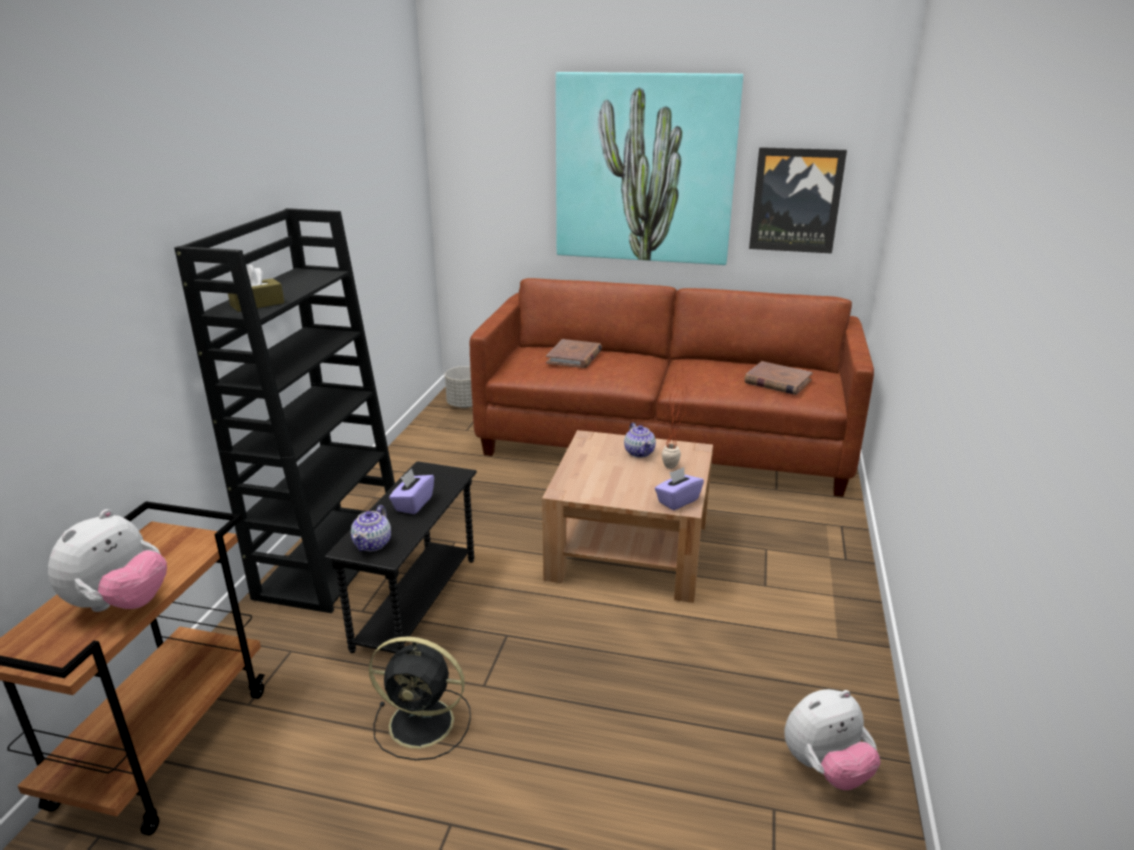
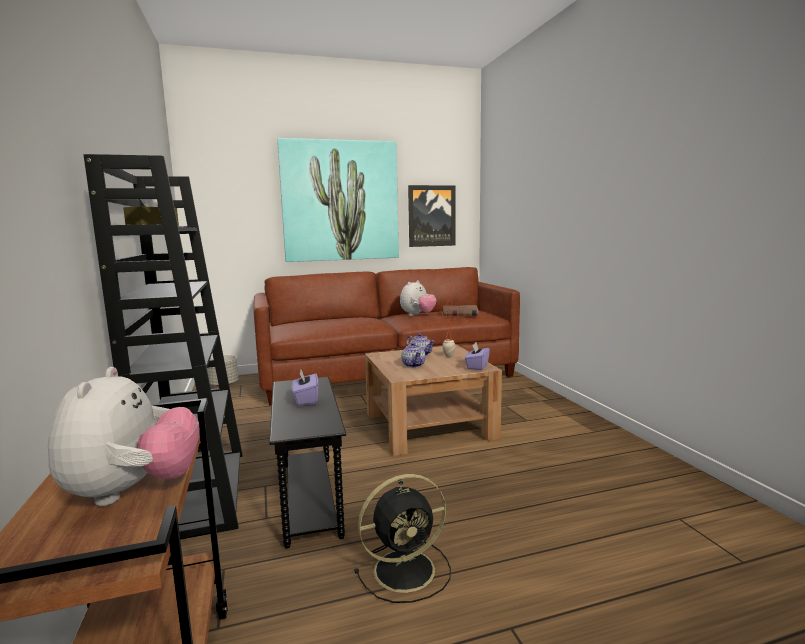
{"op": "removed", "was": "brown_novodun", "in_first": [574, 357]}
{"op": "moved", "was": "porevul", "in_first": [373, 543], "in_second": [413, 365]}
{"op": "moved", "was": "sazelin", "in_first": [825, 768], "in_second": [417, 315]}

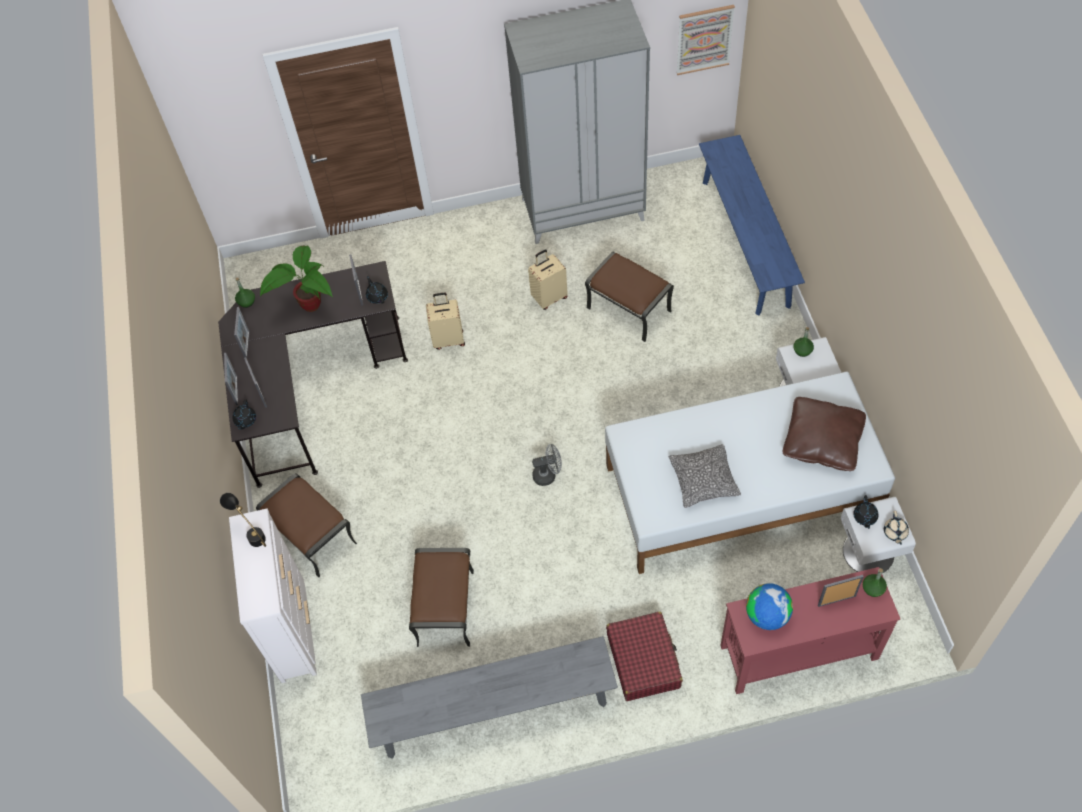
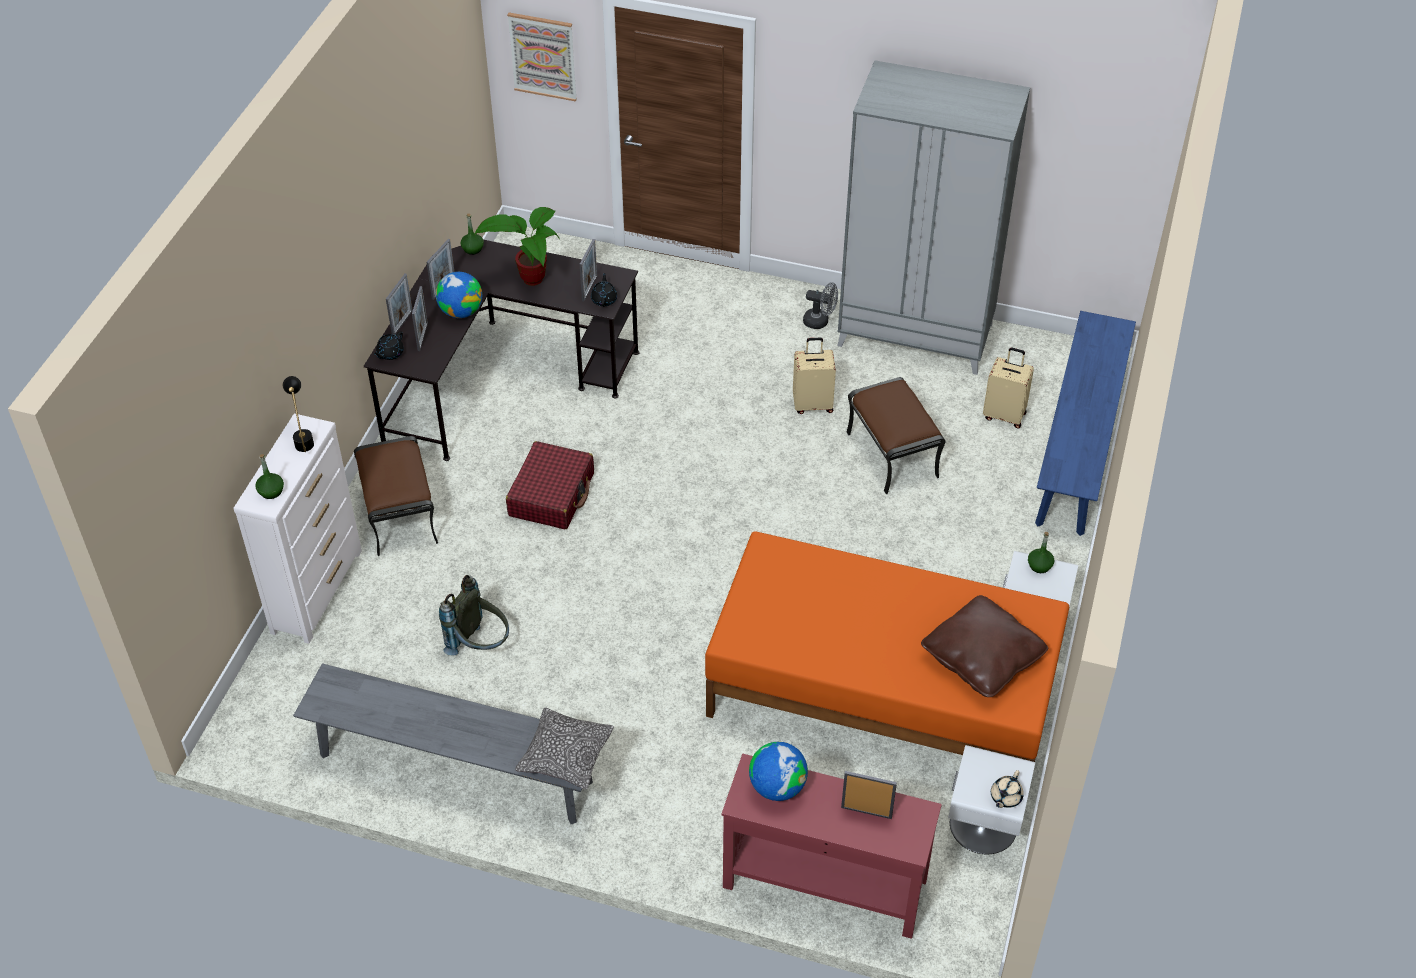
{"op": "moved", "was": "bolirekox", "in_first": [704, 39], "in_second": [543, 56]}
{"op": "moved", "was": "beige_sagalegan", "in_first": [448, 339], "in_second": [1004, 415]}
{"op": "recoloured", "was": "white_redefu", "now": "orange_redefu", "in_first": [742, 491], "in_second": [883, 692]}
{"op": "moved", "was": "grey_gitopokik", "in_first": [548, 475], "in_second": [820, 321]}
{"op": "moved", "was": "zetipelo", "in_first": [703, 480], "in_second": [565, 755]}
{"op": "removed", "was": "black_porevul", "in_first": [864, 517]}
{"op": "replaced", "was": "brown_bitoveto", "now": "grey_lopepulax", "in_first": [444, 607], "in_second": [480, 645]}
{"op": "moved", "was": "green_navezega", "in_first": [873, 589], "in_second": [271, 491]}
{"op": "moved", "was": "red_sagalegan", "in_first": [643, 660], "in_second": [552, 495]}
{"op": "added", "now": "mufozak", "in_second": [461, 312]}

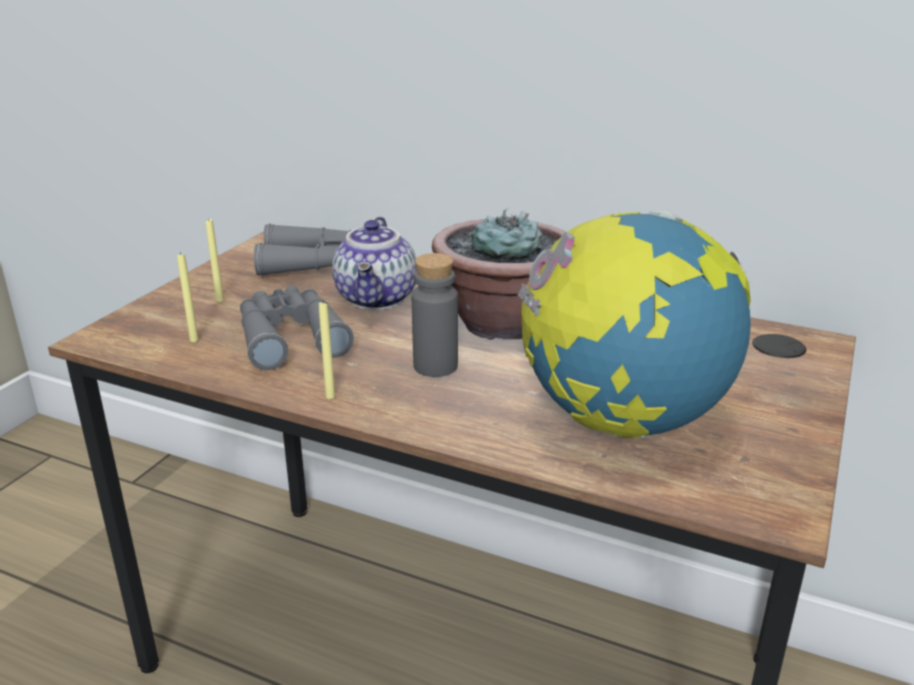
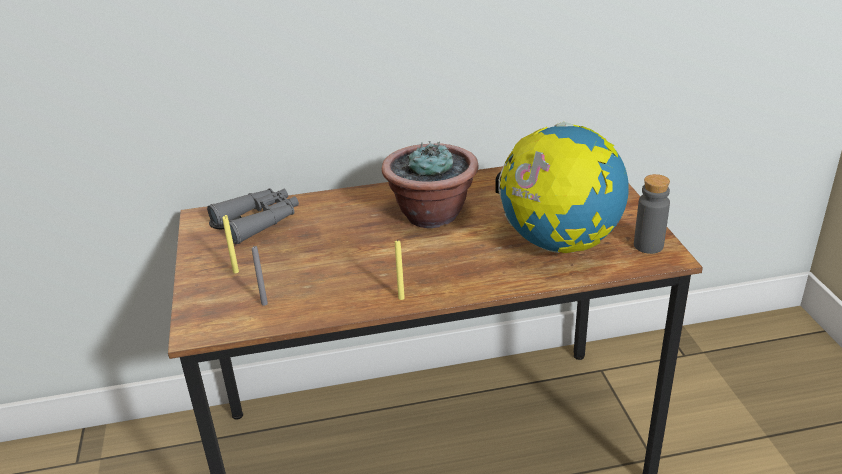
{"op": "removed", "was": "porevul", "in_first": [378, 299]}
{"op": "recoloured", "was": "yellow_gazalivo", "now": "grey_gazalivo", "in_first": [194, 340], "in_second": [264, 303]}
{"op": "moved", "was": "grey_navezega", "in_first": [435, 366], "in_second": [648, 245]}
{"op": "removed", "was": "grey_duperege", "in_first": [290, 337]}

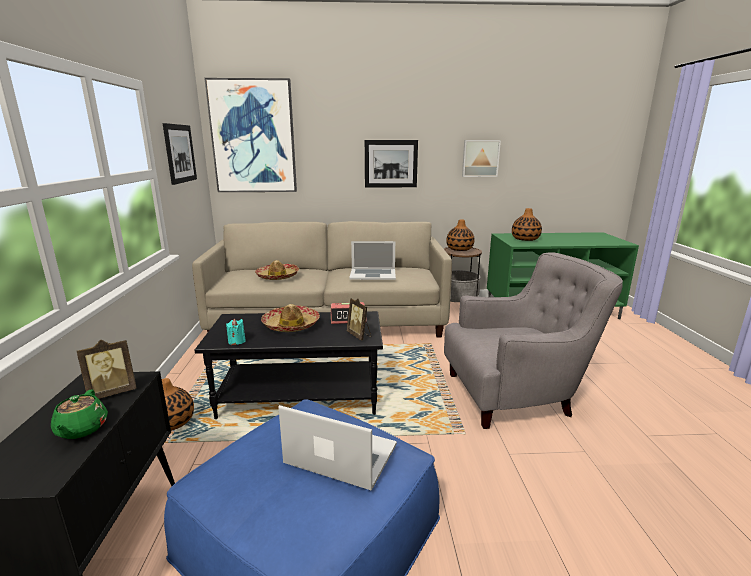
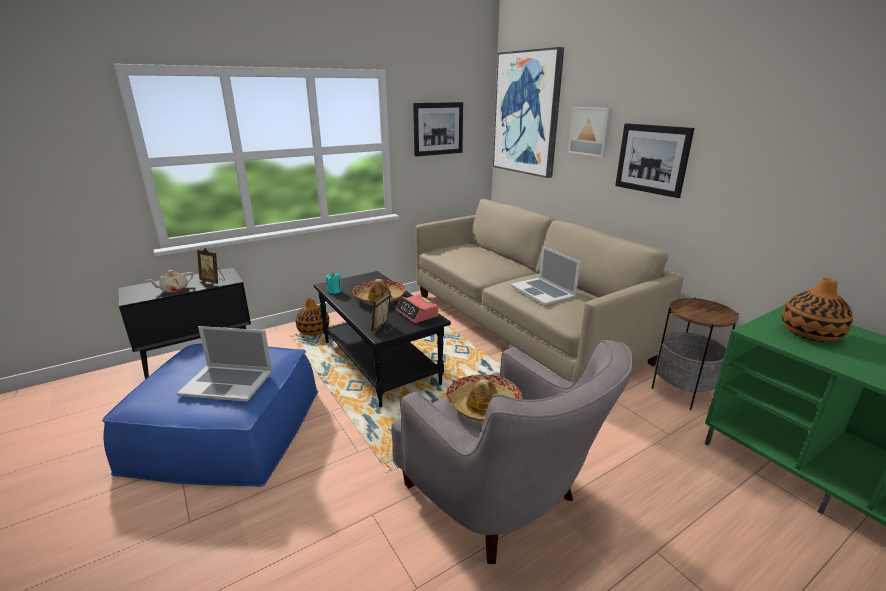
{"op": "moved", "was": "bolirekox", "in_first": [480, 158], "in_second": [591, 131]}
{"op": "removed", "was": "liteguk", "in_first": [459, 249]}
{"op": "moved", "was": "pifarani", "in_first": [277, 276], "in_second": [483, 405]}
{"op": "recoloured", "was": "green_porevul", "now": "beige_porevul", "in_first": [81, 429], "in_second": [174, 289]}
{"op": "turned", "was": "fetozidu", "in_first": [340, 454], "in_second": [227, 382], "clockwise": 105}

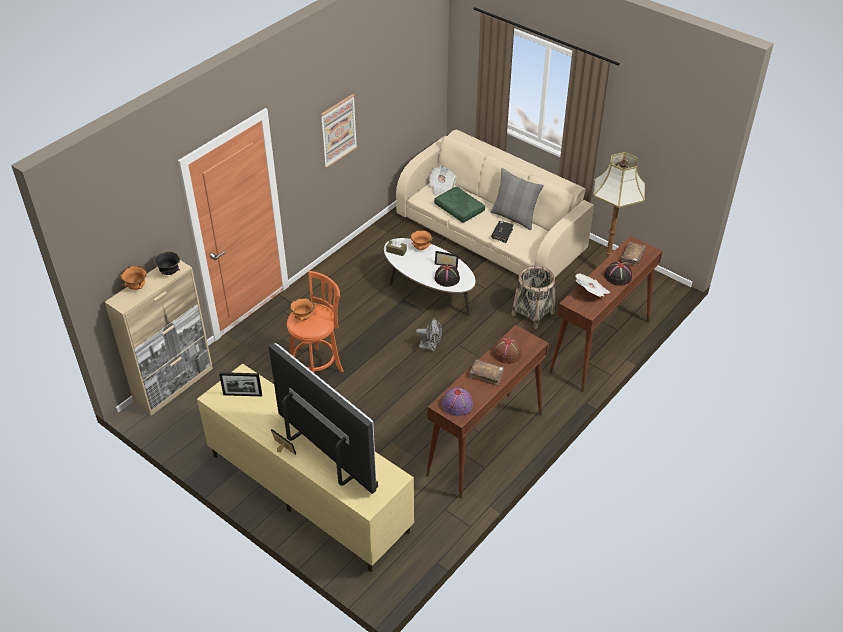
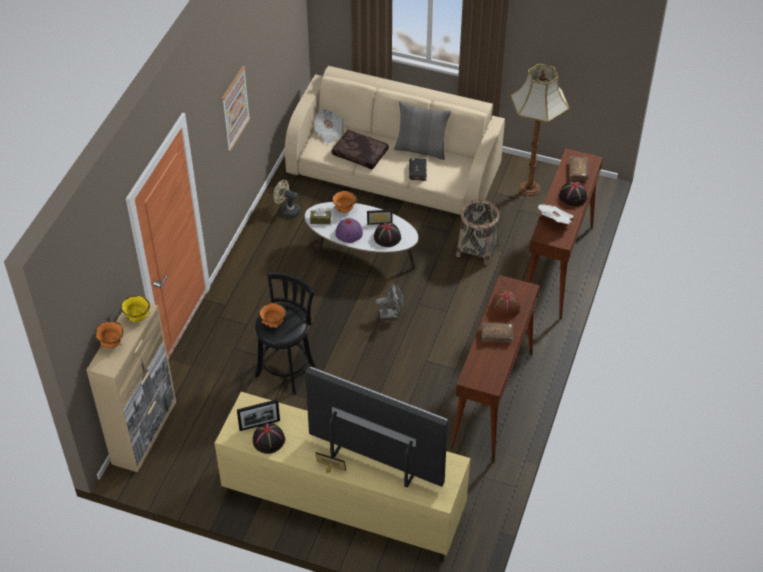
{"op": "recoloured", "was": "green_zetipelo", "now": "brown_zetipelo", "in_first": [458, 209], "in_second": [359, 154]}
{"op": "recoloured", "was": "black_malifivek", "now": "yellow_malifivek", "in_first": [169, 272], "in_second": [137, 318]}
{"op": "recoloured", "was": "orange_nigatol", "now": "black_nigatol", "in_first": [318, 367], "in_second": [287, 368]}
{"op": "moved", "was": "purple_pifarani", "in_first": [457, 404], "in_second": [349, 233]}
{"op": "added", "now": "beige_gitopokik", "in_second": [287, 210]}
{"op": "added", "now": "black_pifarani", "in_second": [269, 440]}

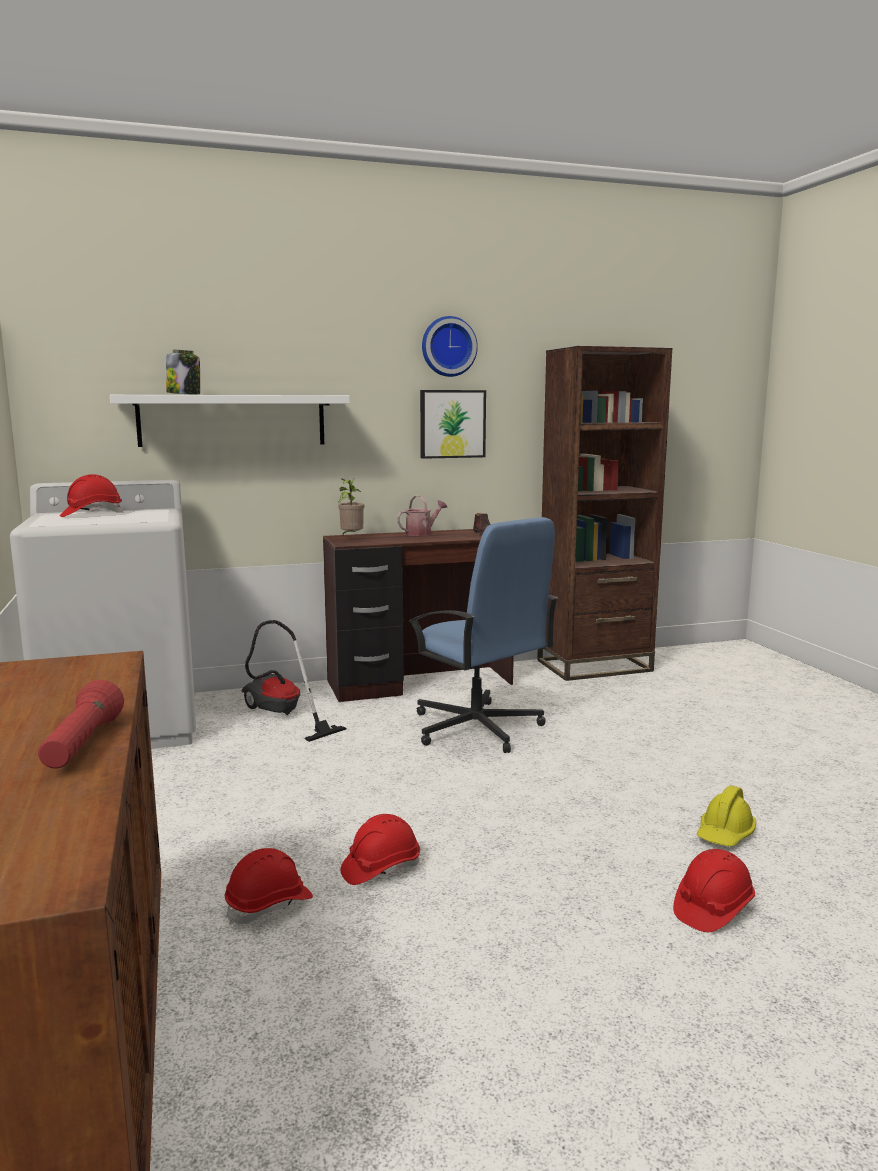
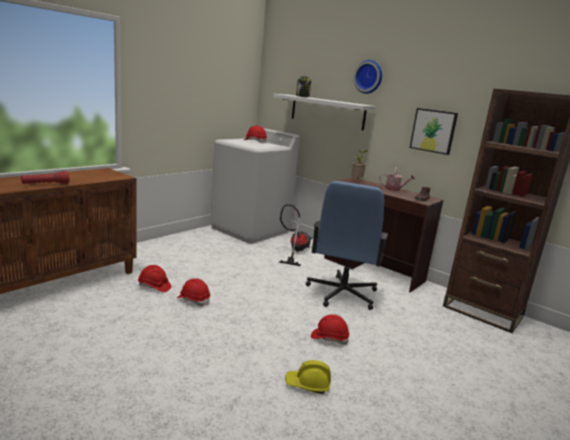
{"op": "moved", "was": "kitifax", "in_first": [448, 347], "in_second": [369, 77]}
{"op": "moved", "was": "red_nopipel", "in_first": [712, 908], "in_second": [329, 338]}

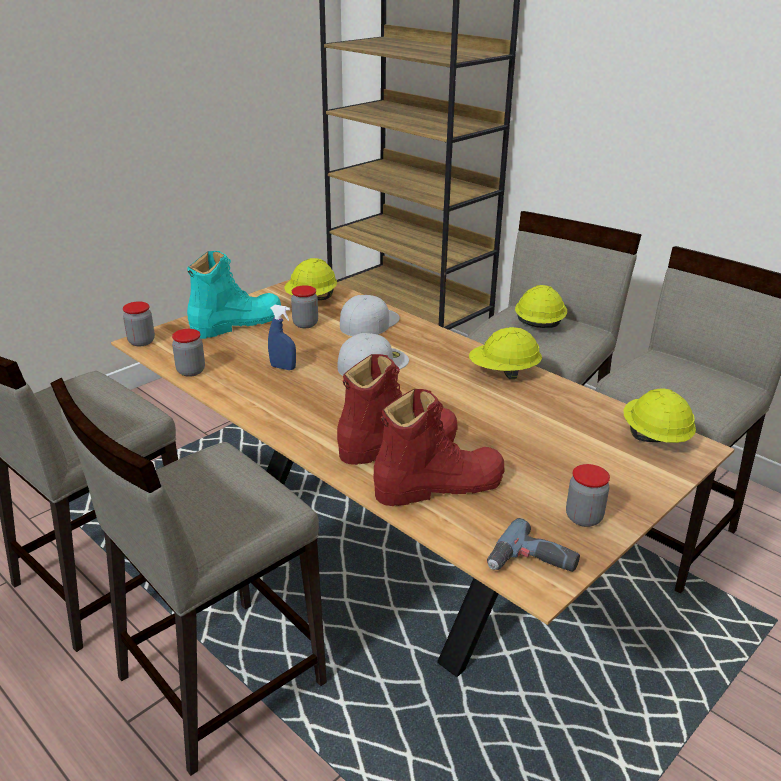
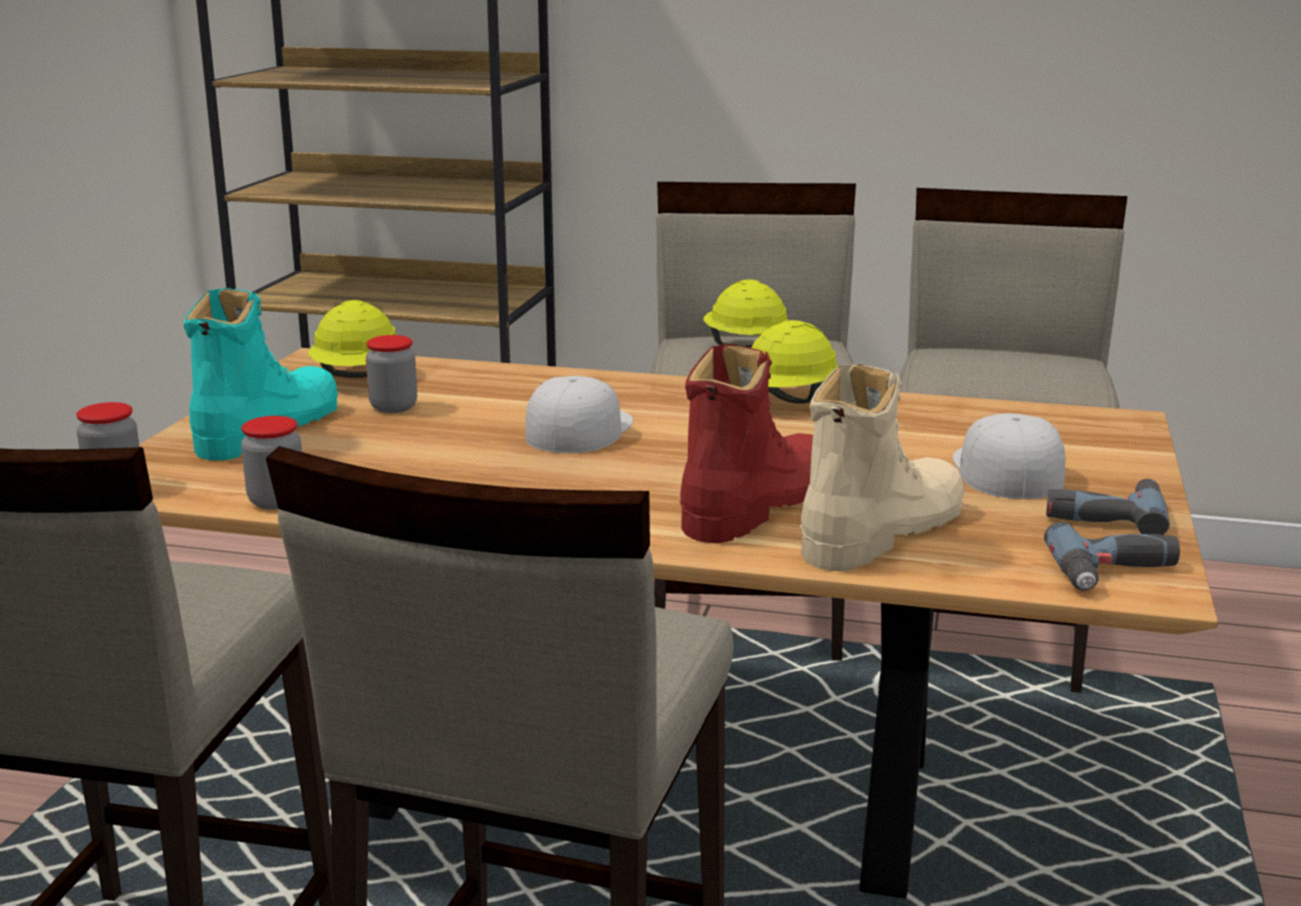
{"op": "moved", "was": "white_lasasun", "in_first": [369, 322], "in_second": [1005, 470]}
{"op": "removed", "was": "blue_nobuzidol", "in_first": [283, 367]}
{"op": "recoloured", "was": "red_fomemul", "now": "beige_fomemul", "in_first": [439, 485], "in_second": [881, 532]}
{"op": "removed", "was": "yellow_nopipel", "in_first": [654, 437]}
{"op": "replaced", "was": "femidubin", "now": "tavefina", "in_first": [583, 517], "in_second": [1104, 515]}

